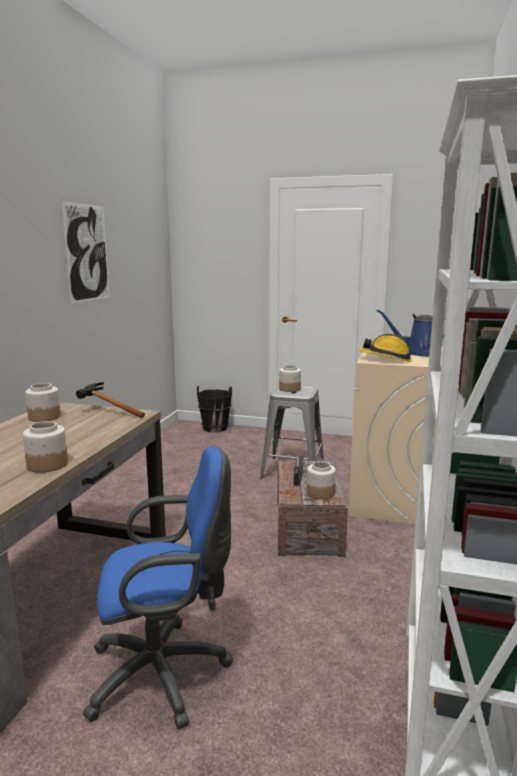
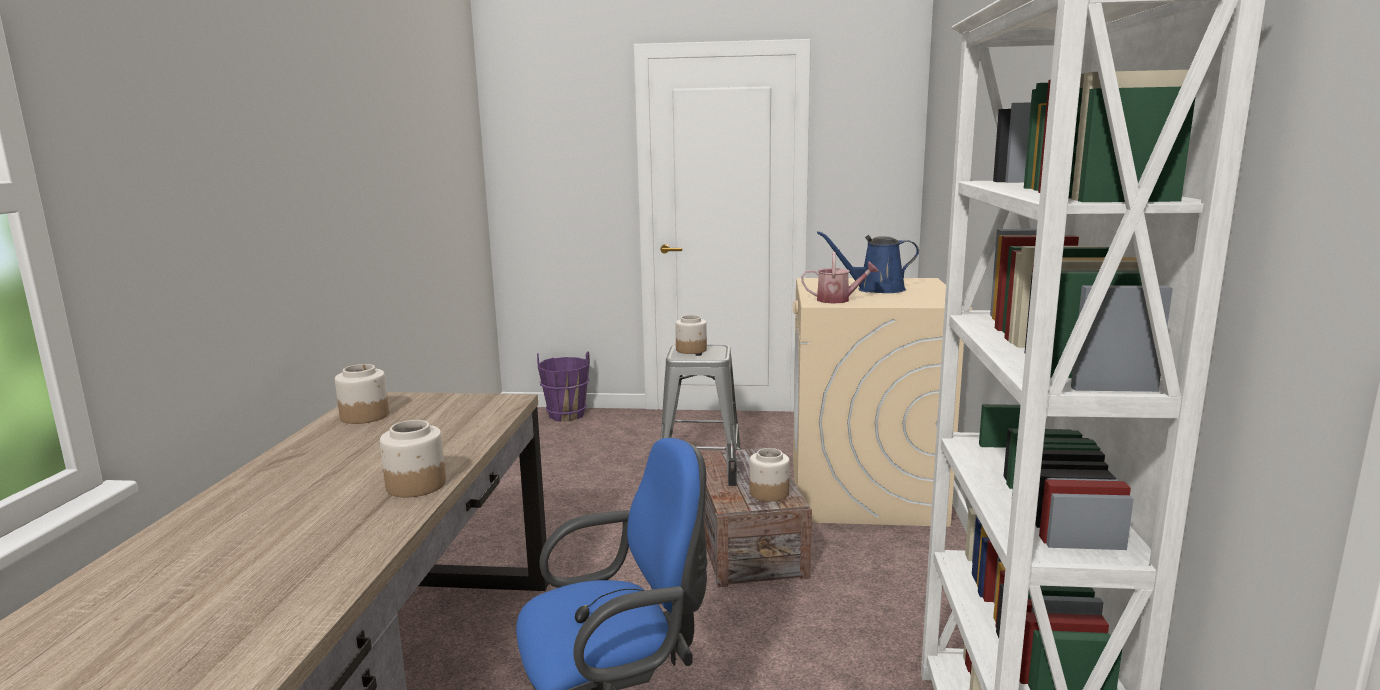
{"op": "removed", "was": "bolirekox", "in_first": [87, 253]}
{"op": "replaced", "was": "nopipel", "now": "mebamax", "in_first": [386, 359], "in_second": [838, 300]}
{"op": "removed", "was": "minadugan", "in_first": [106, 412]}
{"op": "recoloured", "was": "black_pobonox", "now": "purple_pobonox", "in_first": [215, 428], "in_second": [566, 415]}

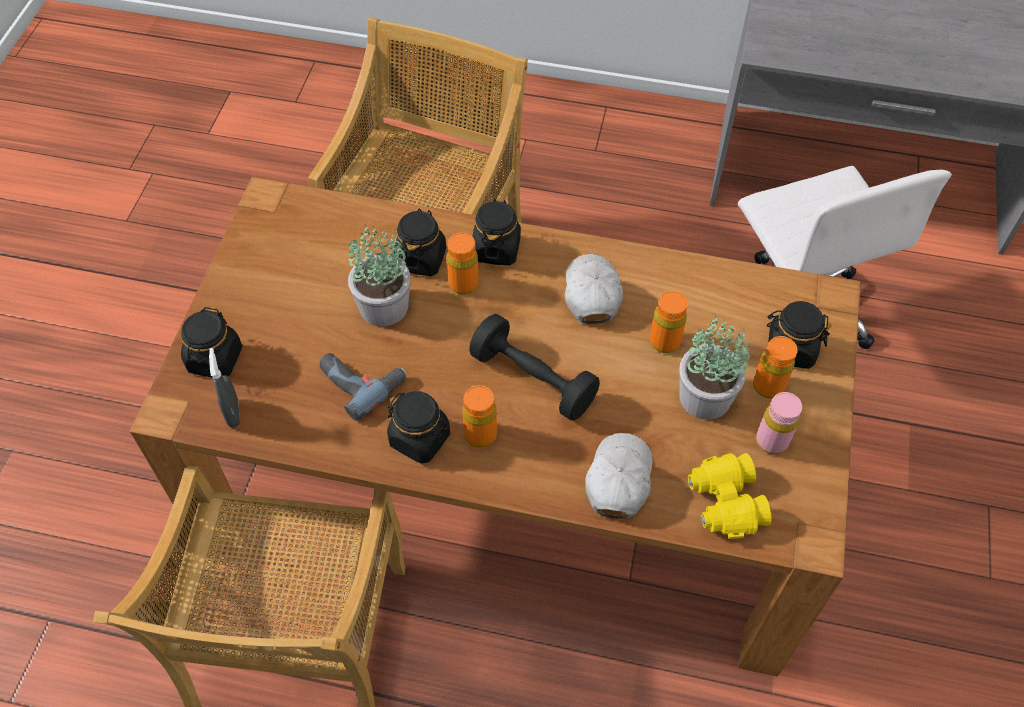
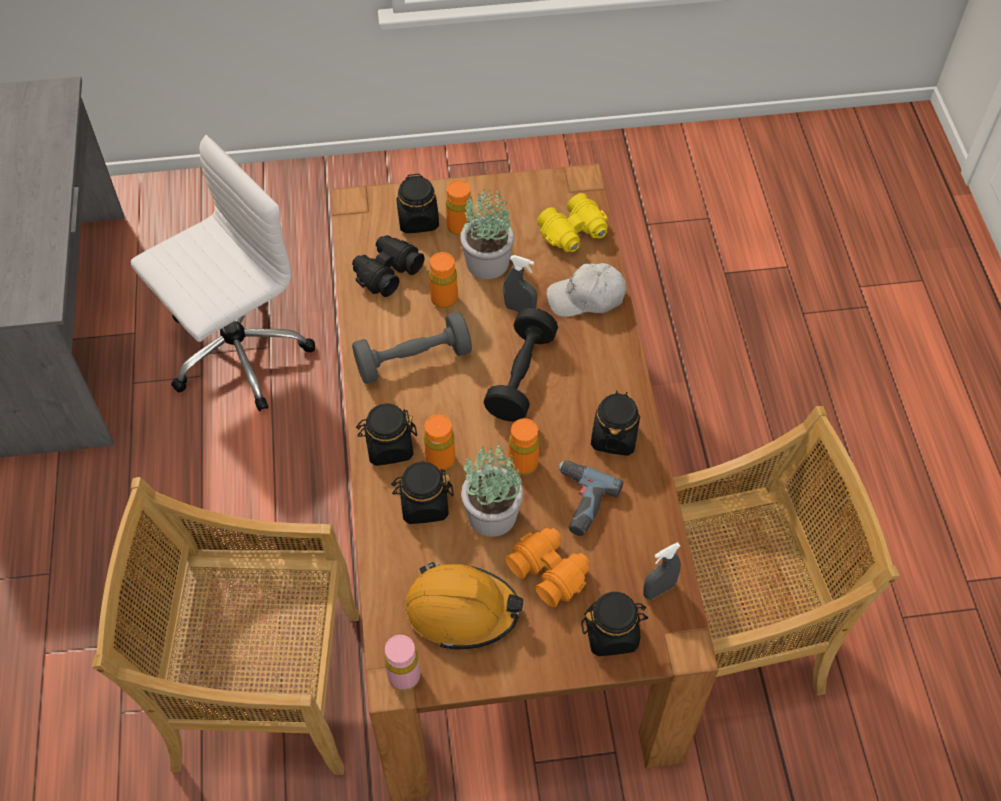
{"op": "replaced", "was": "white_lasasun", "now": "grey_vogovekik", "in_first": [592, 293], "in_second": [413, 360]}
{"op": "moved", "was": "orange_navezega", "in_first": [480, 434], "in_second": [523, 463]}
{"op": "moved", "was": "pink_navezega", "in_first": [772, 441], "in_second": [404, 676]}
{"op": "added", "now": "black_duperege", "in_second": [386, 272]}
{"op": "added", "now": "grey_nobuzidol", "in_second": [519, 309]}
{"op": "added", "now": "orange_duperege", "in_second": [549, 570]}
{"op": "added", "now": "orange_nopipel", "in_second": [462, 610]}

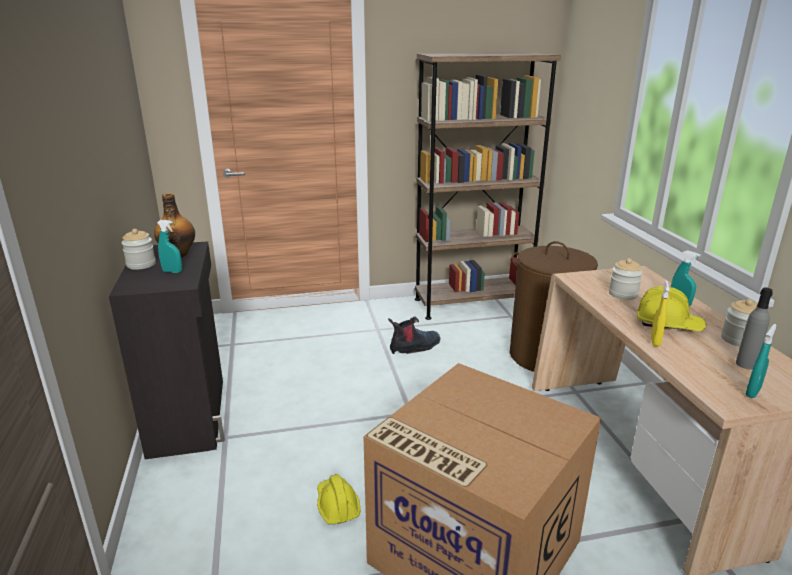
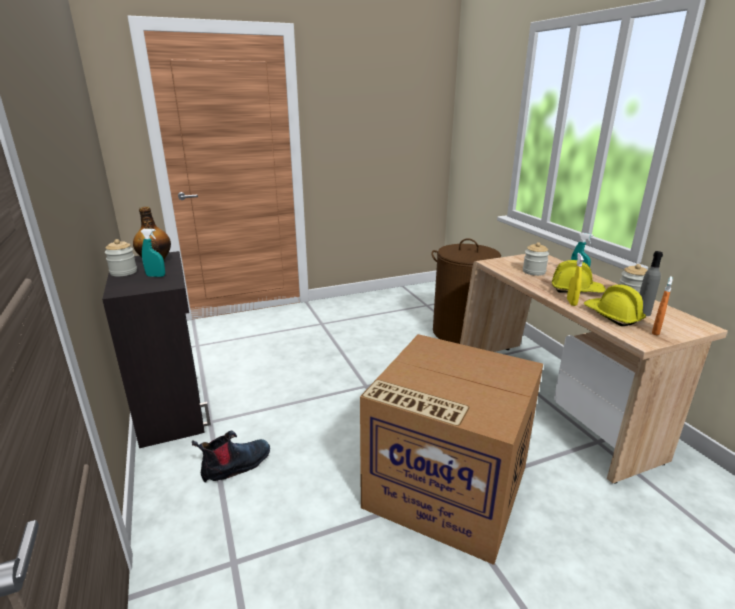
{"op": "removed", "was": "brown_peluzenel", "in_first": [472, 303]}
{"op": "moved", "was": "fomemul", "in_first": [415, 347], "in_second": [236, 466]}
{"op": "recoloured", "was": "turquoise_nobuzidol", "now": "orange_nobuzidol", "in_first": [753, 392], "in_second": [656, 331]}
{"op": "moved", "was": "yellow_nopipel", "in_first": [337, 505], "in_second": [612, 316]}

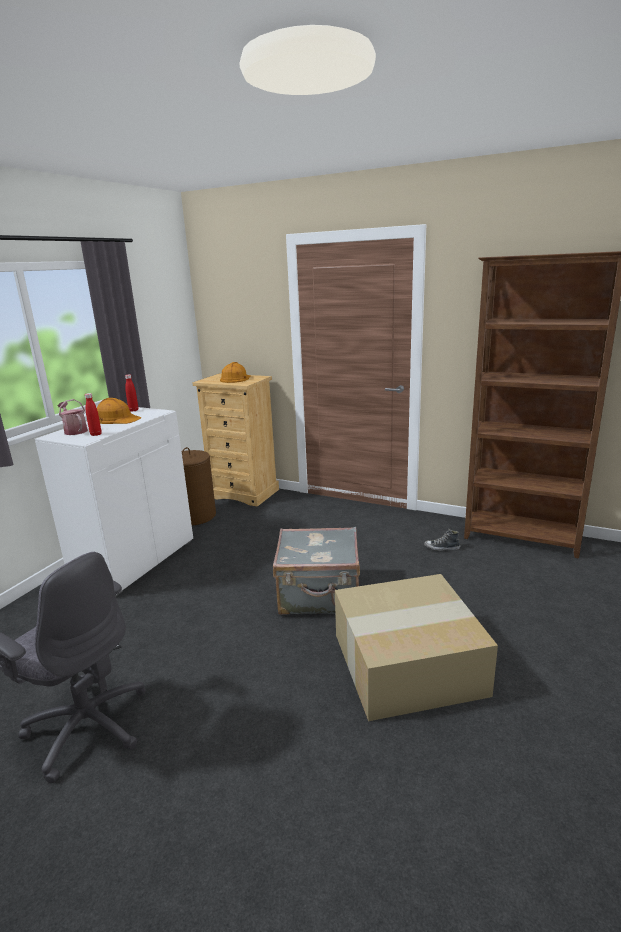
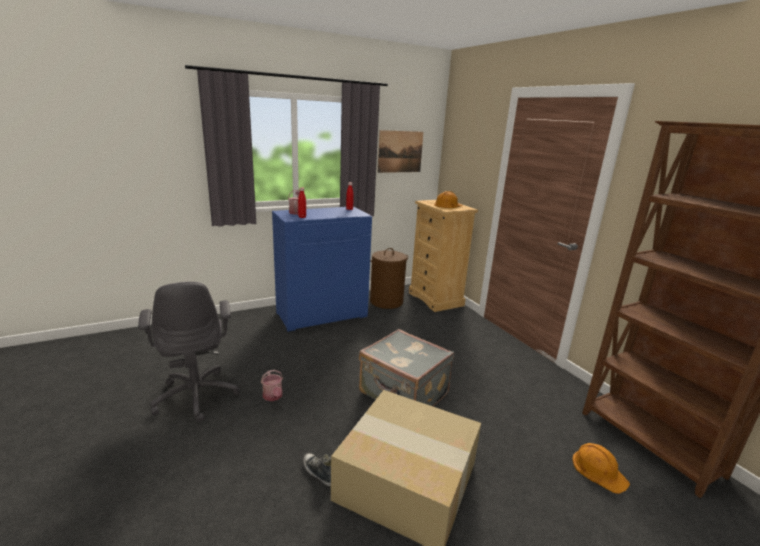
{"op": "moved", "was": "orange_nopipel", "in_first": [117, 419], "in_second": [598, 470]}
{"op": "recoloured", "was": "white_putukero", "now": "blue_putukero", "in_first": [135, 560], "in_second": [322, 314]}
{"op": "moved", "was": "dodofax", "in_first": [442, 548], "in_second": [318, 472]}
{"op": "added", "now": "bolirekox", "in_second": [400, 151]}
{"op": "added", "now": "mebamax", "in_second": [273, 397]}

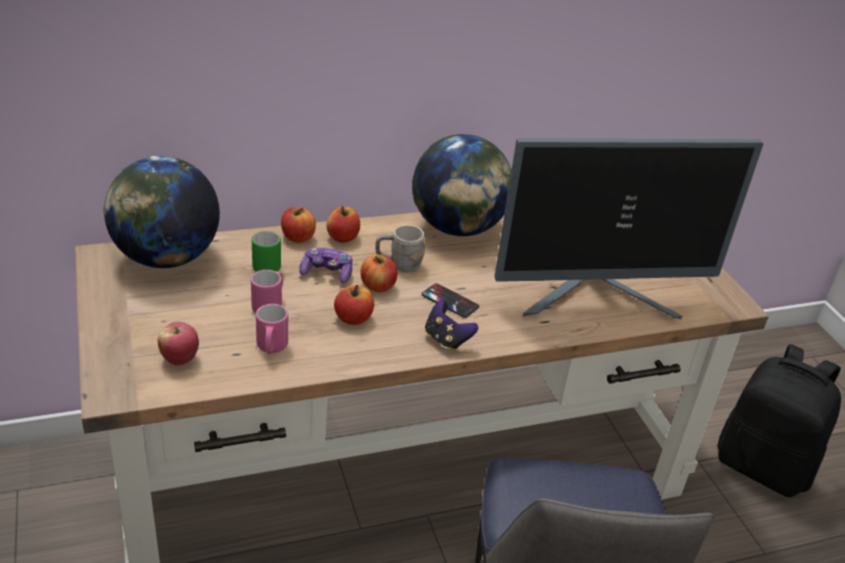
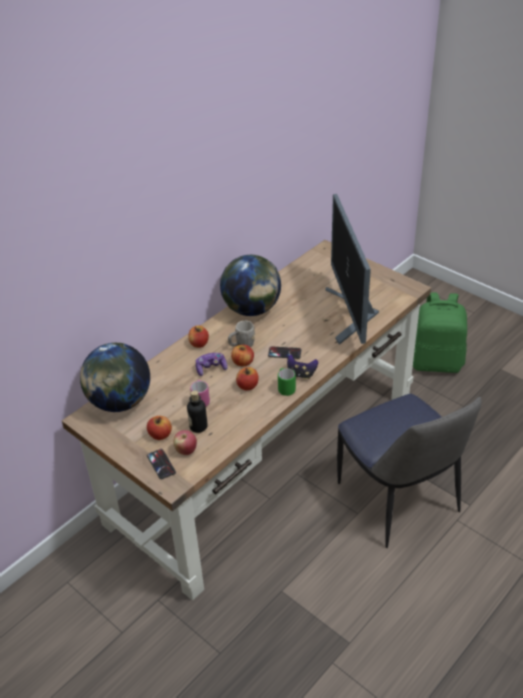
{"op": "turned", "was": "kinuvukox", "in_first": [599, 297], "in_second": [351, 315], "clockwise": 120}
{"op": "moved", "was": "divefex", "in_first": [297, 237], "in_second": [160, 435]}
{"op": "moved", "was": "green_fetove", "in_first": [268, 265], "in_second": [285, 388]}
{"op": "removed", "was": "pink_fetove", "in_first": [271, 348]}
{"op": "recoloured", "was": "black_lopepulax", "now": "green_lopepulax", "in_first": [763, 466], "in_second": [436, 362]}
{"op": "added", "now": "navezega", "in_second": [198, 426]}
{"op": "added", "now": "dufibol", "in_second": [161, 464]}

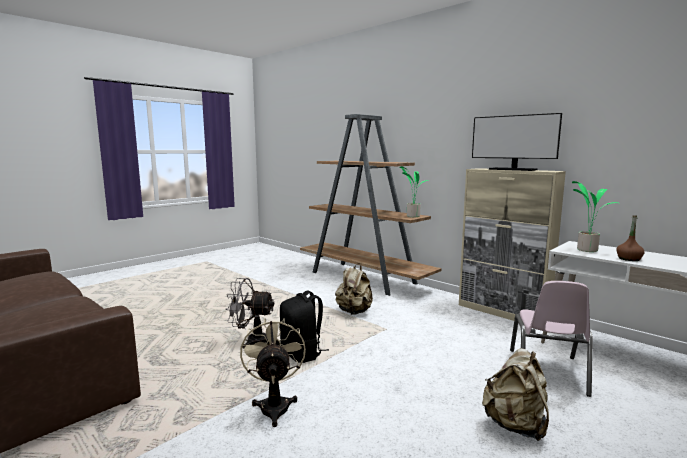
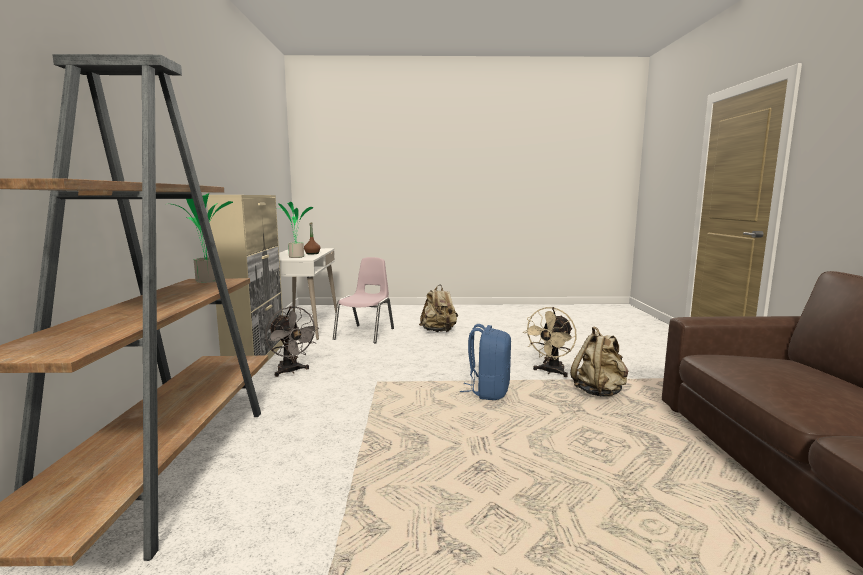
{"op": "removed", "was": "kinuvukox", "in_first": [512, 169]}
{"op": "moved", "was": "beige_lopepulax", "in_first": [354, 312], "in_second": [599, 392]}
{"op": "moved", "was": "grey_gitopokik", "in_first": [251, 341], "in_second": [291, 371]}
{"op": "turned", "was": "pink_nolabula", "in_first": [547, 372], "in_second": [365, 334], "clockwise": -45}
{"op": "recoloured", "was": "black_lopepulax", "now": "blue_lopepulax", "in_first": [302, 354], "in_second": [488, 392]}

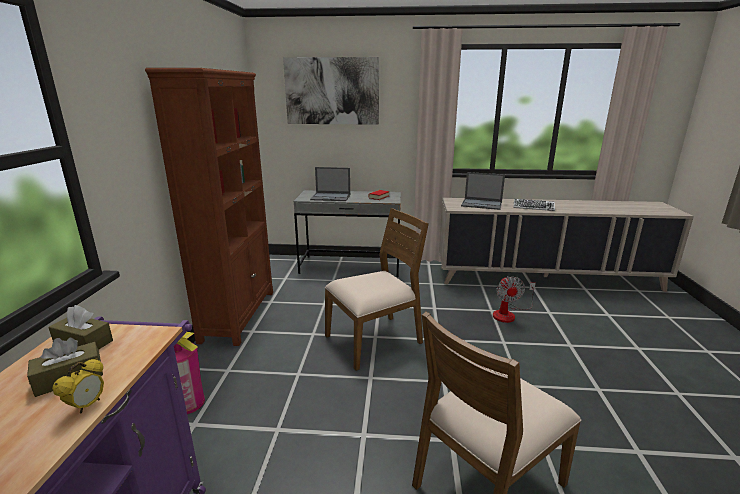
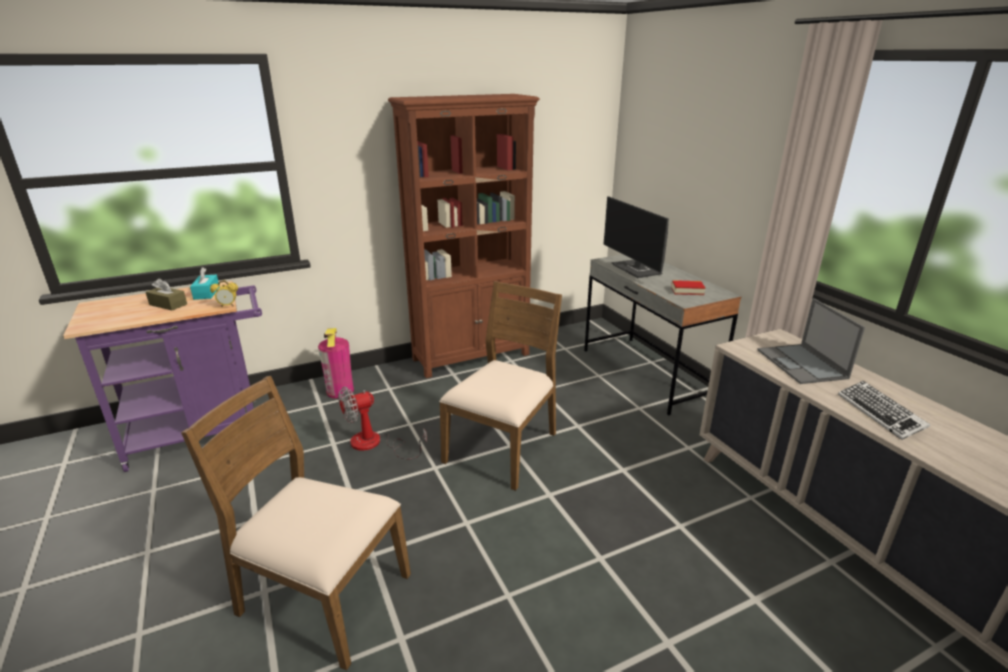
{"op": "removed", "was": "bolirekox", "in_first": [332, 91]}
{"op": "replaced", "was": "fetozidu", "now": "kinuvukox", "in_first": [331, 197], "in_second": [637, 269]}
{"op": "turned", "was": "brown_nolabula", "in_first": [375, 340], "in_second": [503, 447], "clockwise": -90}
{"op": "moved", "was": "gitopokik", "in_first": [508, 314], "in_second": [375, 444]}
{"op": "recoloured", "was": "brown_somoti", "now": "turquoise_somoti", "in_first": [84, 343], "in_second": [206, 293]}
{"op": "moved", "was": "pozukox", "in_first": [87, 405], "in_second": [228, 306]}

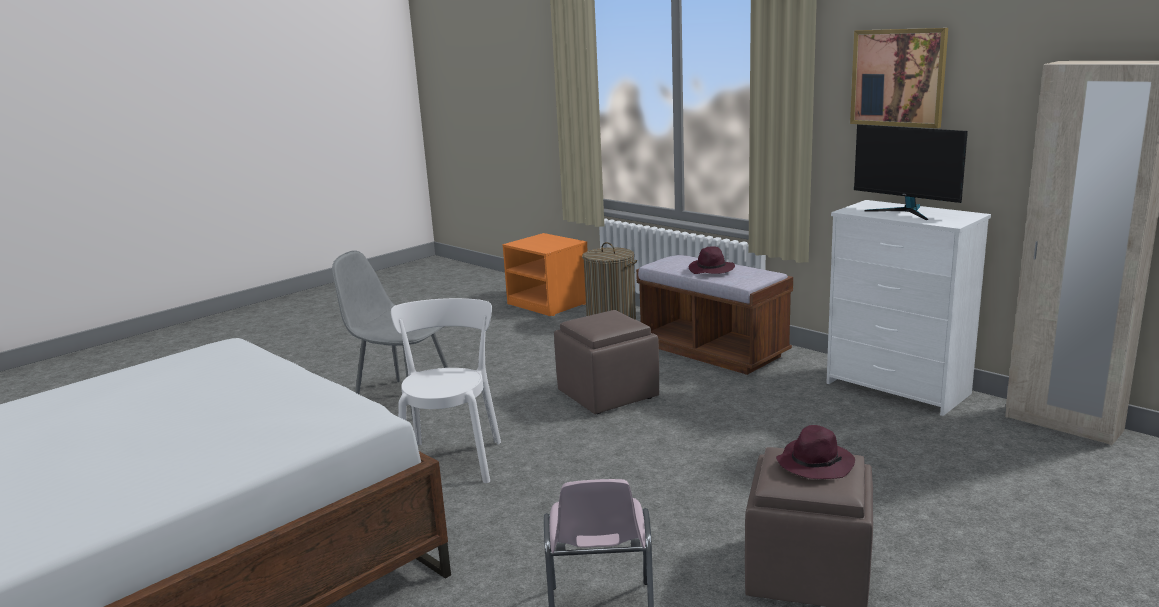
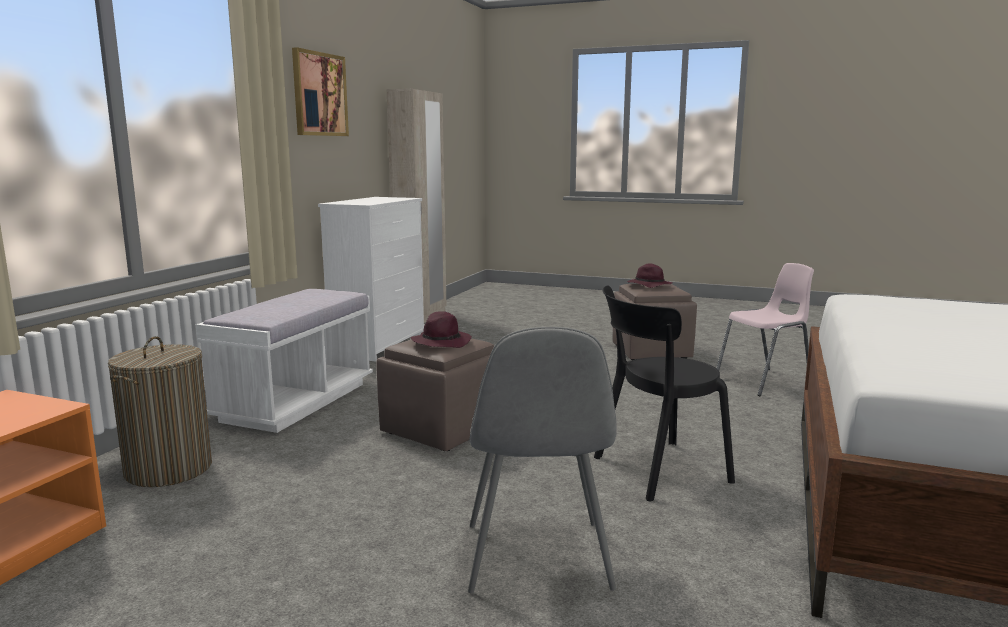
{"op": "removed", "was": "kinuvukox", "in_first": [906, 211]}
{"op": "moved", "was": "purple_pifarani", "in_first": [712, 270], "in_second": [441, 342]}
{"op": "recoloured", "was": "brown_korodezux", "now": "white_korodezux", "in_first": [713, 351], "in_second": [296, 402]}
{"op": "recoloured", "was": "white_nolabula", "now": "black_nolabula", "in_first": [452, 459], "in_second": [655, 470]}

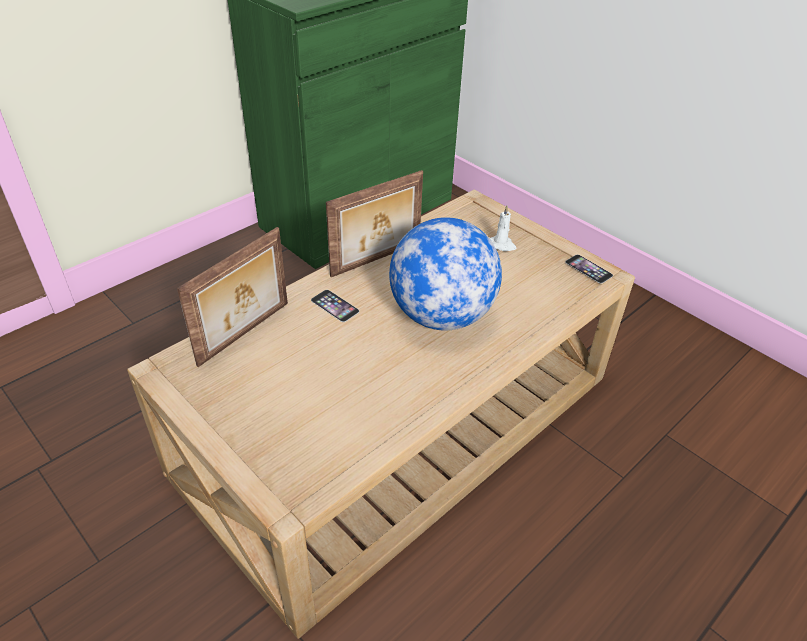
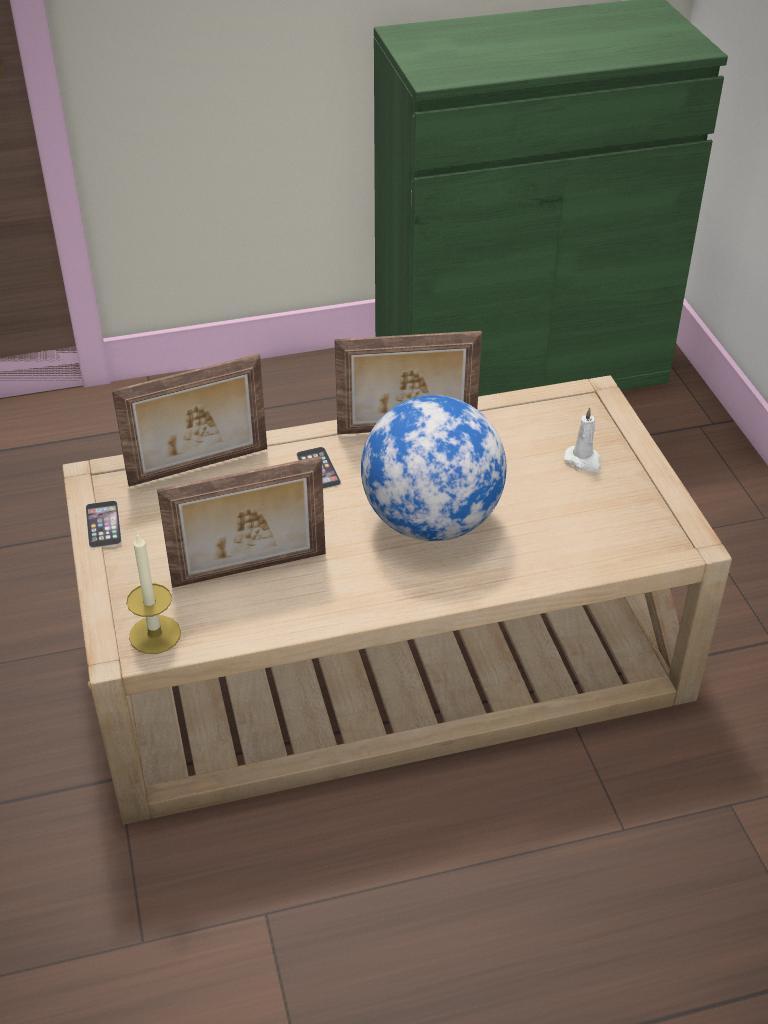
{"op": "moved", "was": "dufibol", "in_first": [588, 268], "in_second": [103, 524]}
{"op": "added", "now": "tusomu", "in_second": [250, 571]}
{"op": "added", "now": "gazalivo", "in_second": [155, 634]}

